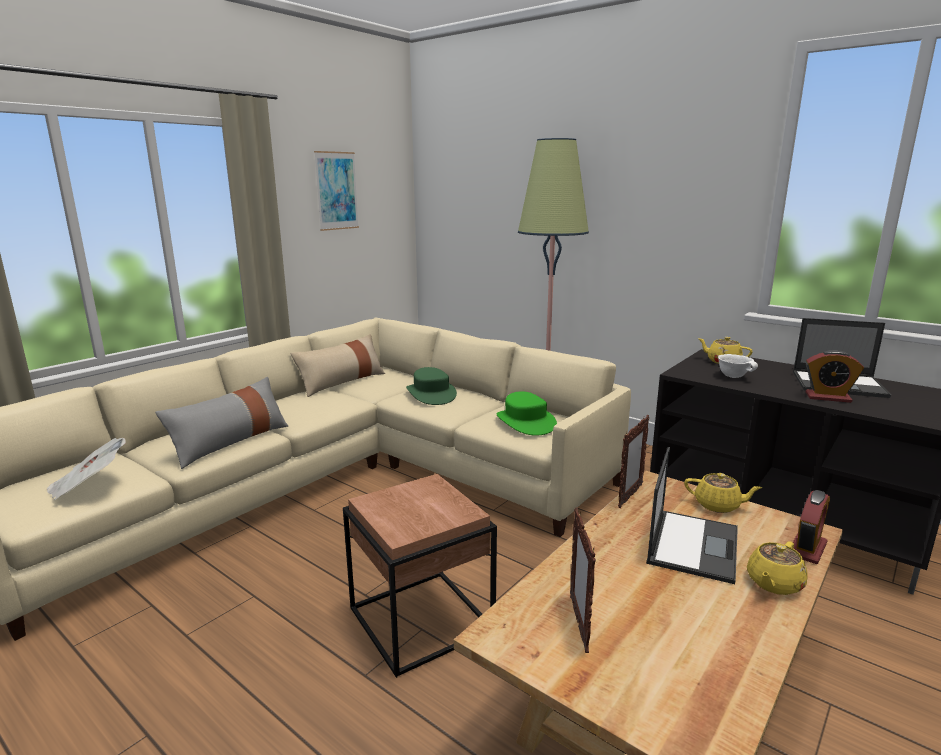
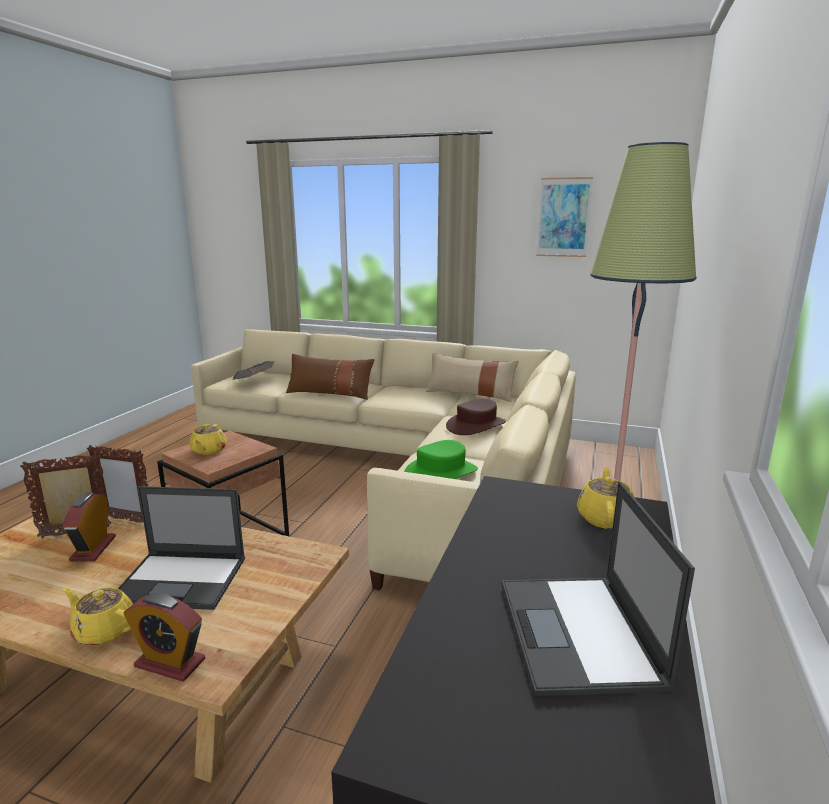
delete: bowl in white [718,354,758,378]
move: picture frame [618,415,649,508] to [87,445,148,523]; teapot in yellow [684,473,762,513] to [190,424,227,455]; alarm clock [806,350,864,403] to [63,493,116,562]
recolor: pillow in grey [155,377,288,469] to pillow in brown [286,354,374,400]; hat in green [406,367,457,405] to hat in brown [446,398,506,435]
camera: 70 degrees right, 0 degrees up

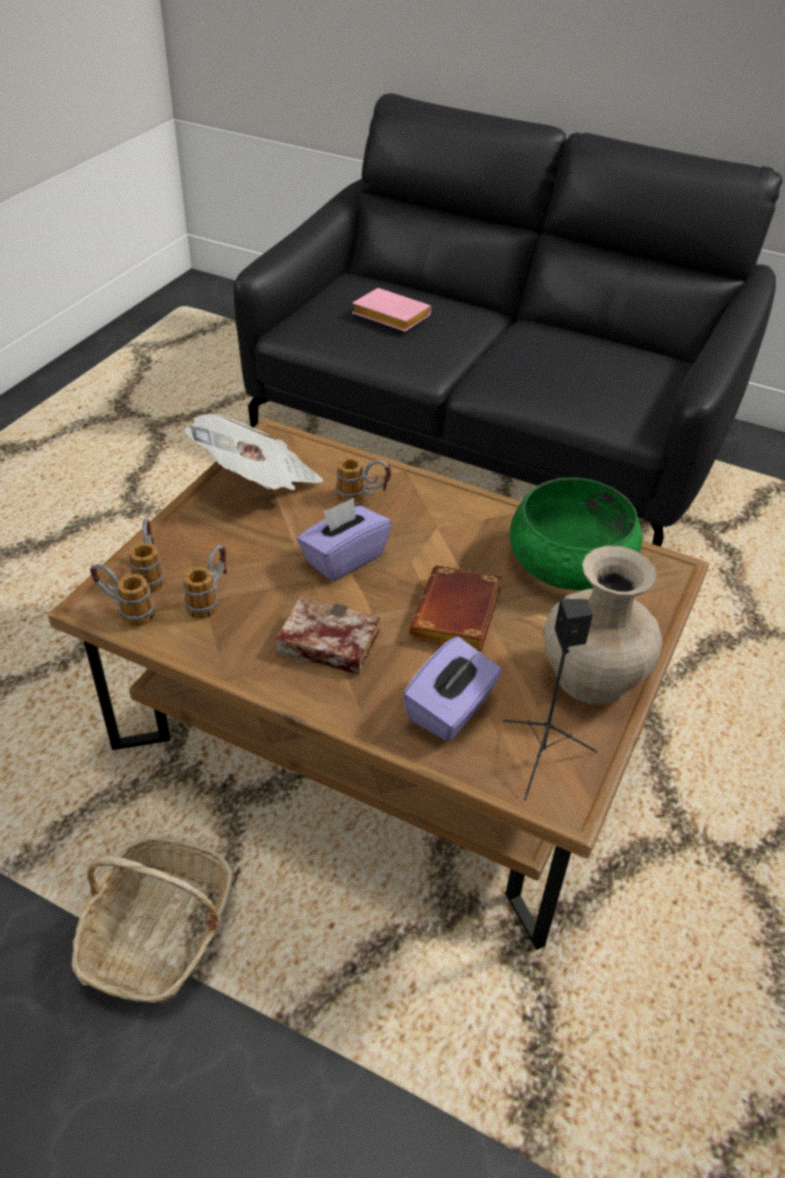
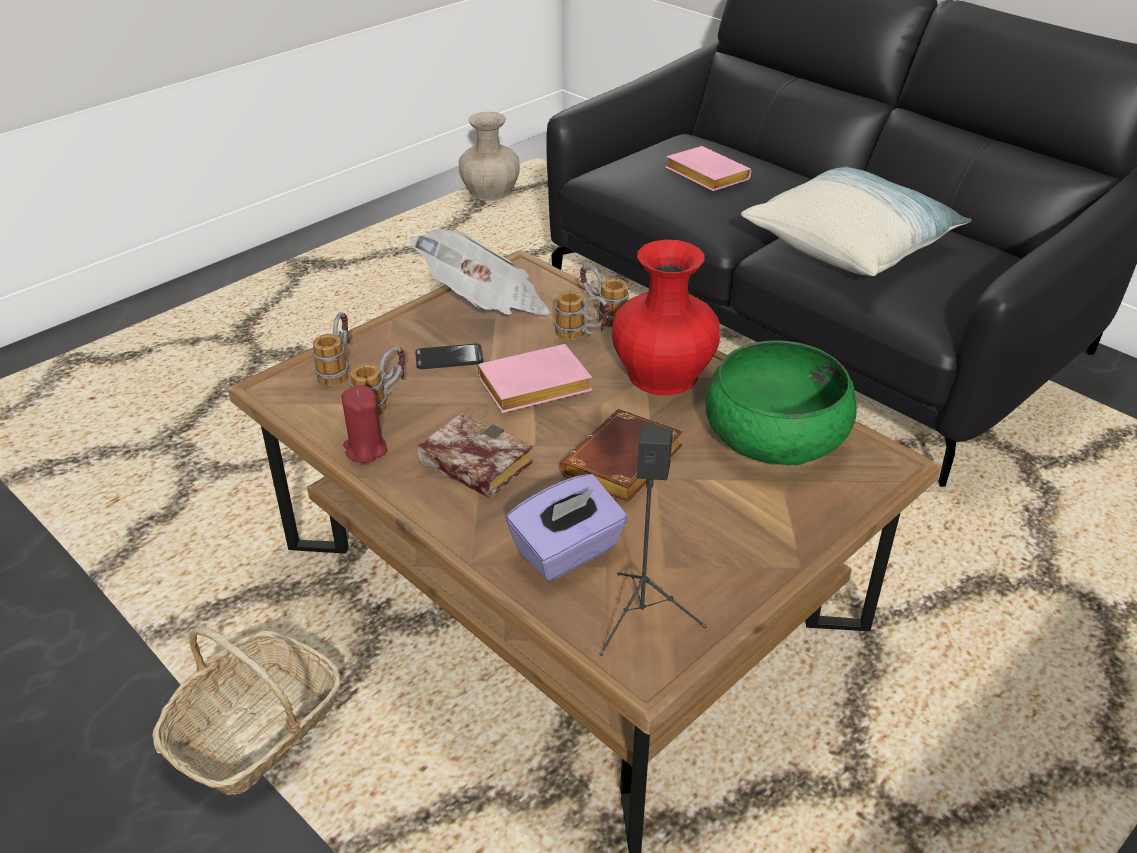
insert: candle in red [341,385,387,463]; phone [415,344,483,369]; vase in red [612,239,720,395]; pillow [741,167,972,276]
move: mug [90,564,155,627] to [580,264,629,328]; vase in beige [543,546,663,704] to [459,112,520,201]
replace: tissue box in purple [297,497,392,581] to book in pink [478,344,592,413]
camera: 20 degrees right, 5 degrees down

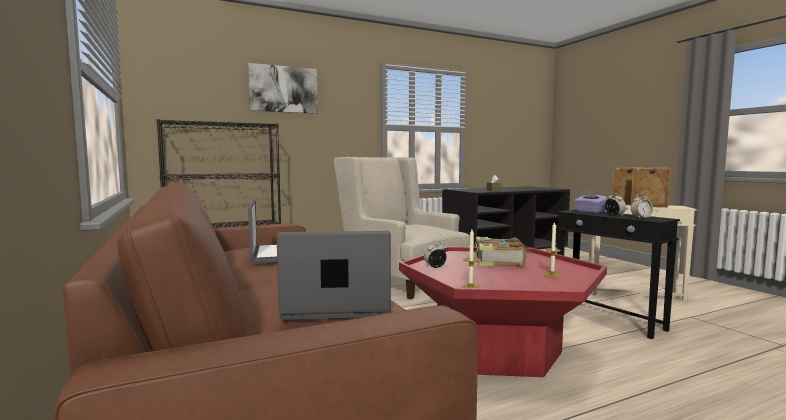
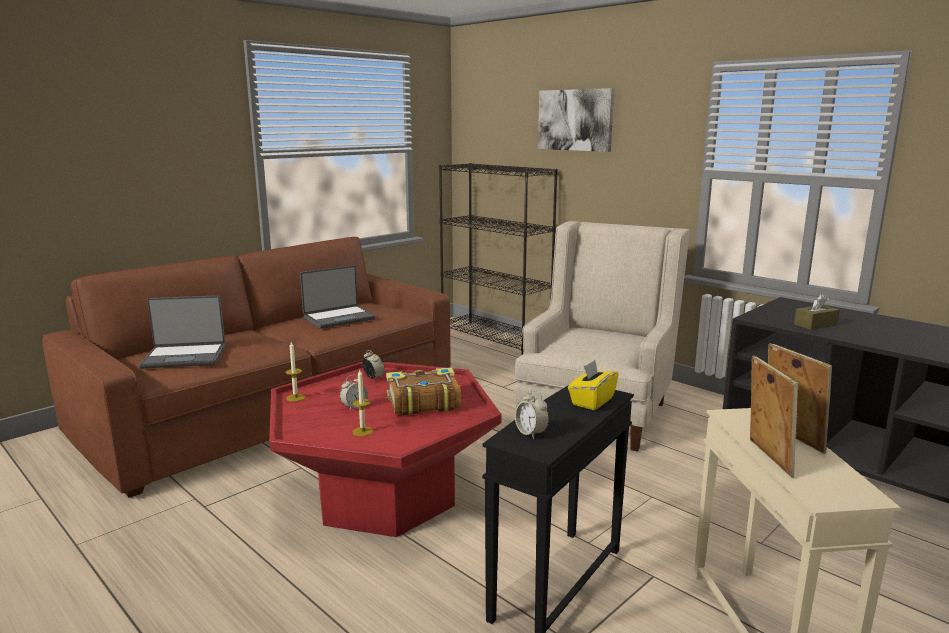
move: alarm clock [605,192,626,216] to [340,375,368,411]
recolor: tissue box in purple [574,190,607,213] to tissue box in yellow [568,360,619,410]
rotate: laptop [277,231,391,320] = [139,295,225,369] 105 degrees clockwise
camera: 70 degrees right, 10 degrees up

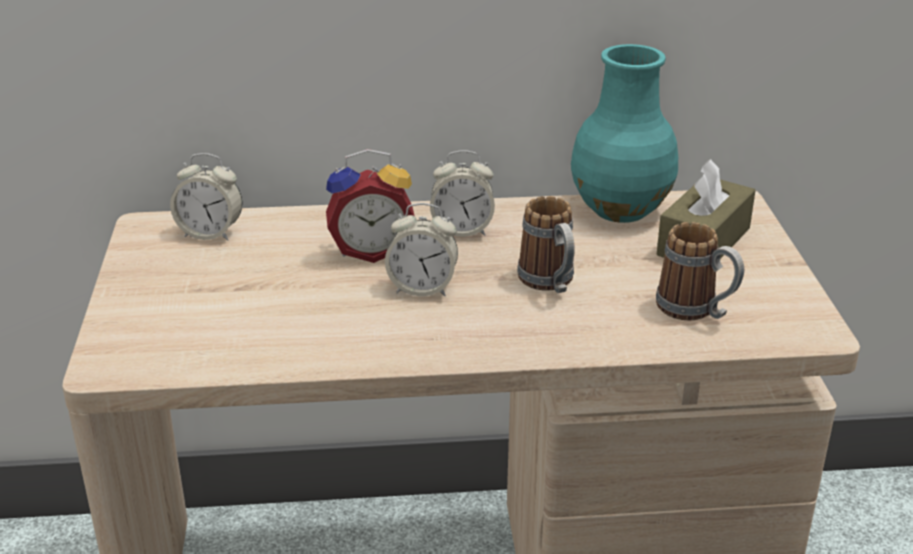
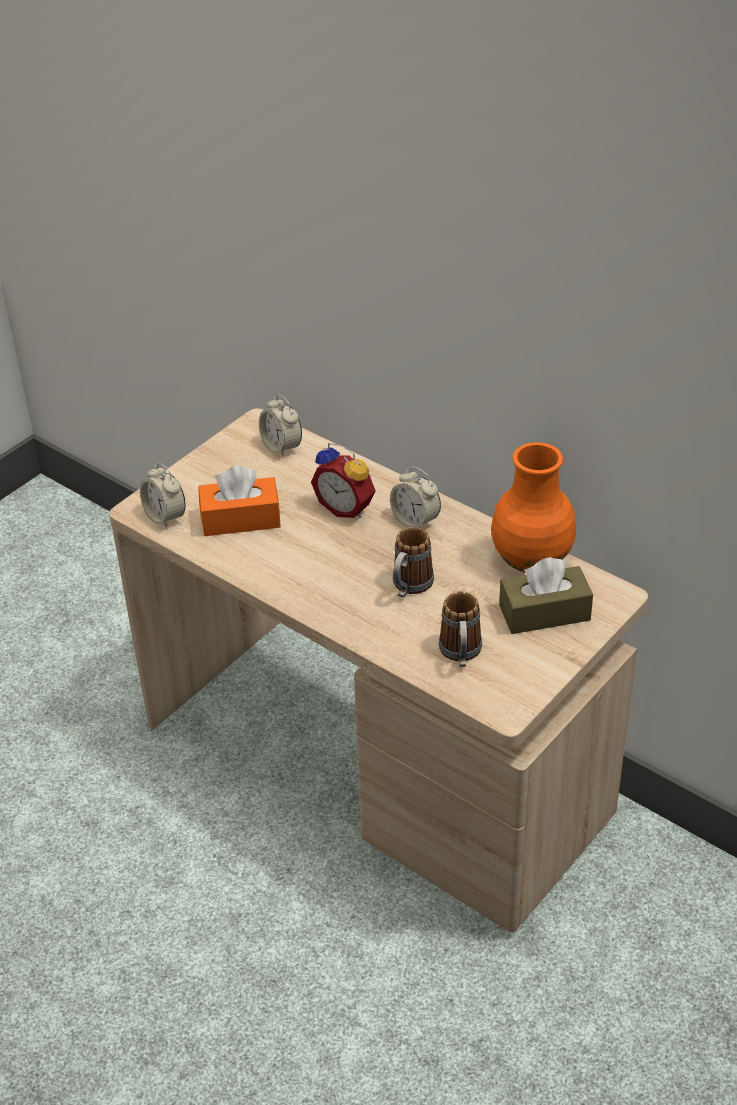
insert: tissue box in orange [198,465,281,536]
move: alarm clock [385,203,458,296] to [140,463,186,529]
recolor: vase in turquoise [571,44,678,223] to vase in orange [491,442,576,573]
camera: 45 degrees right, 10 degrees up

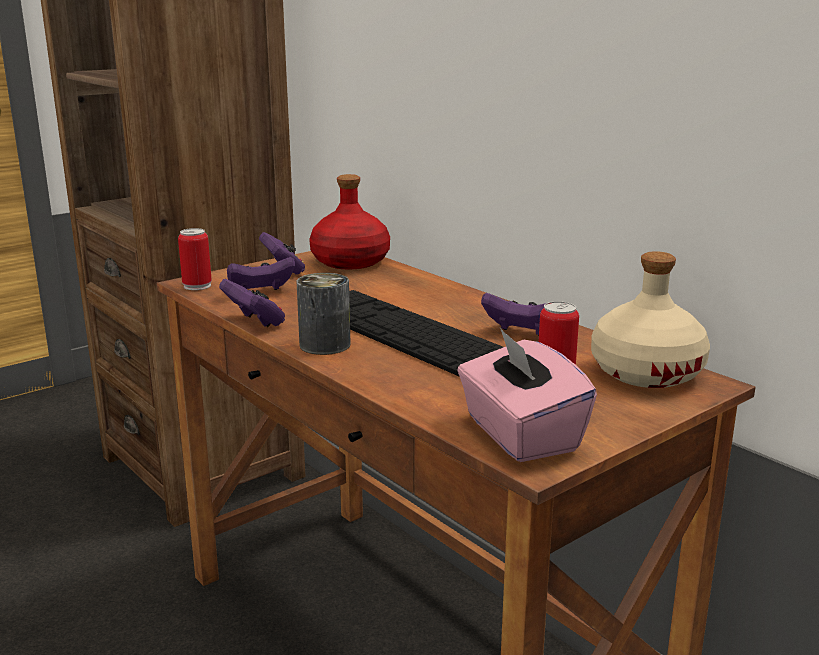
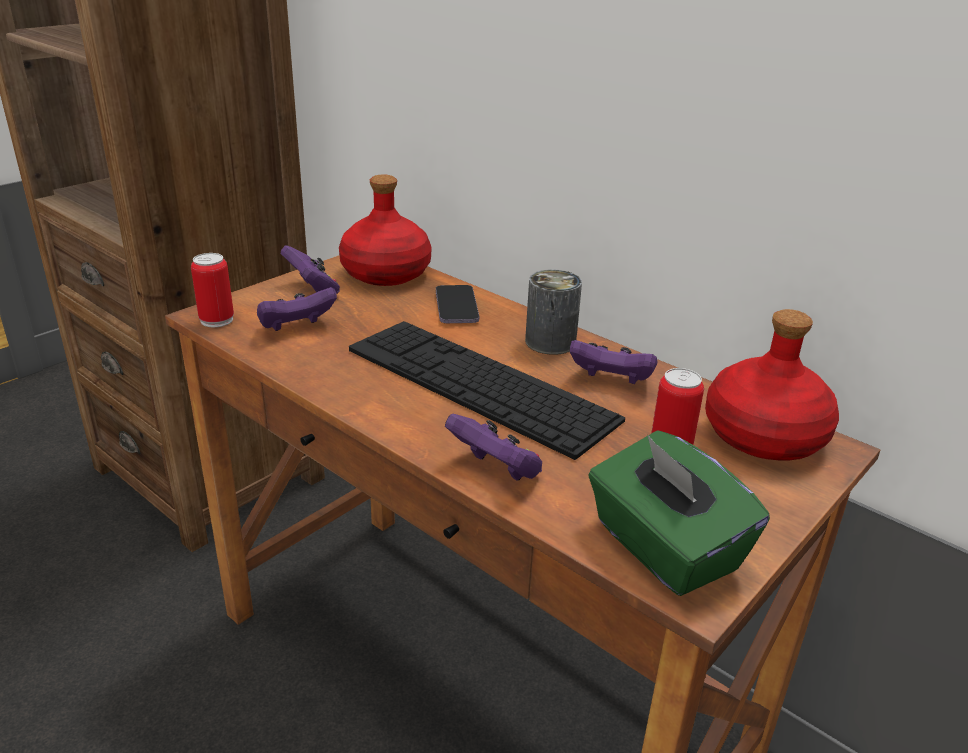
insert: phone [436,285,479,323]
move: game controller in purple [219,279,285,327] to [445,414,542,481]; can [297,273,351,355] to [525,269,582,355]
recolor: tissue box in pink [457,328,597,462] to tissue box in green [588,430,770,596]; bottle in beige [591,251,710,388] to bottle in red [705,309,839,460]
camera: 10 degrees left, 10 degrees up

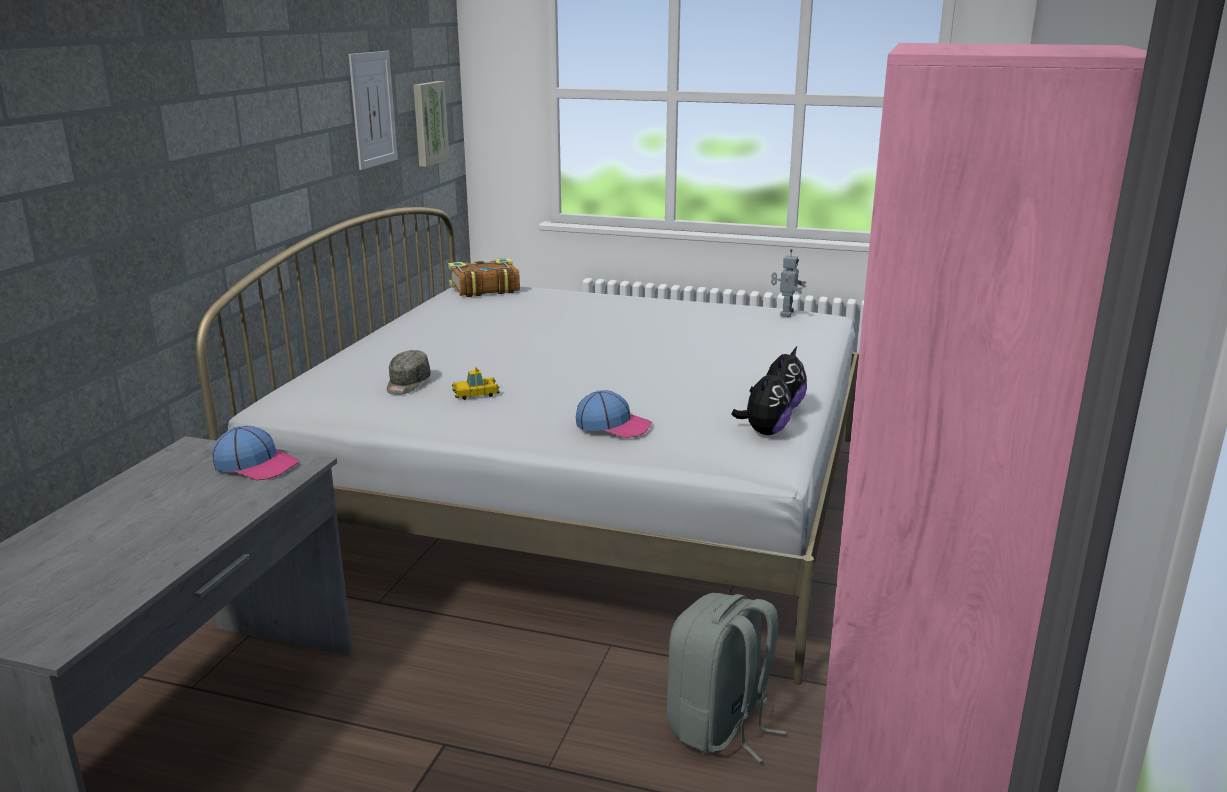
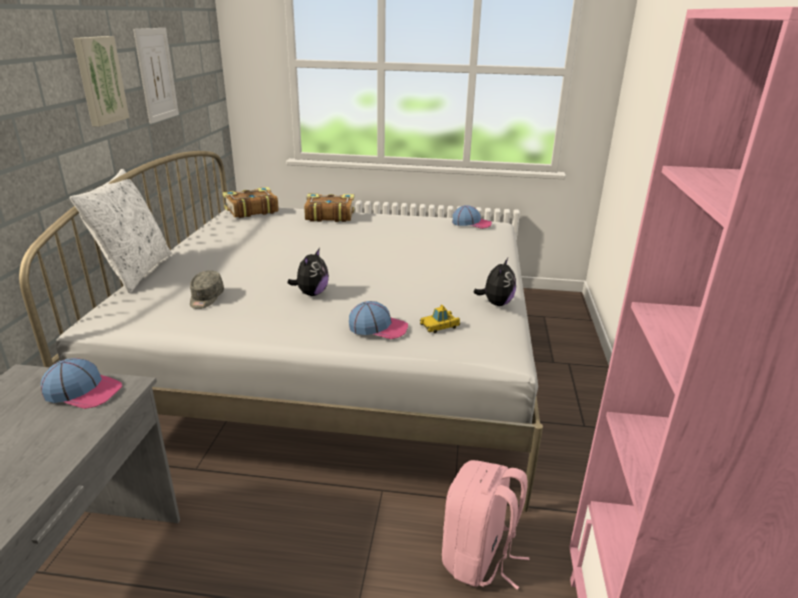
insert: pillow in white [70,169,172,293]; book [304,194,354,222]
move: picture [414,81,449,167] to [73,36,129,127]; toy car [452,367,499,400] to [420,304,460,333]; plush toy [731,366,792,435] to [287,248,329,296]
replace: toy robot [771,249,806,317] to cap [452,205,492,229]
recolor: backpack in grey [667,593,786,763] to backpack in pink [442,460,529,590]
camera: 10 degrees left, 5 degrees up

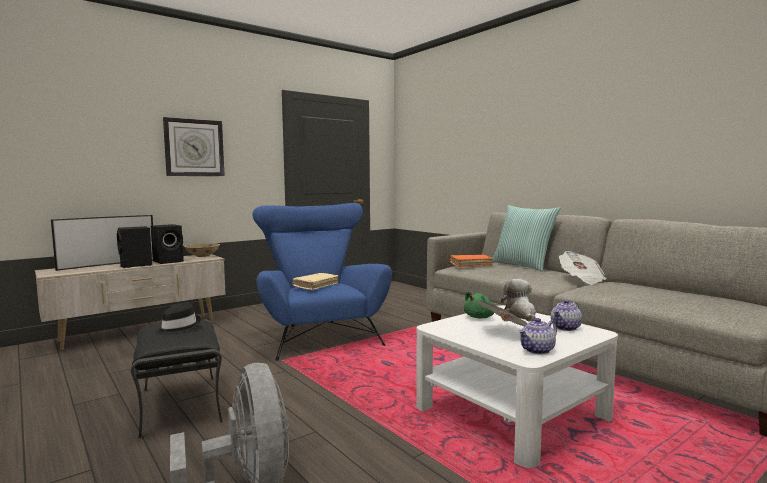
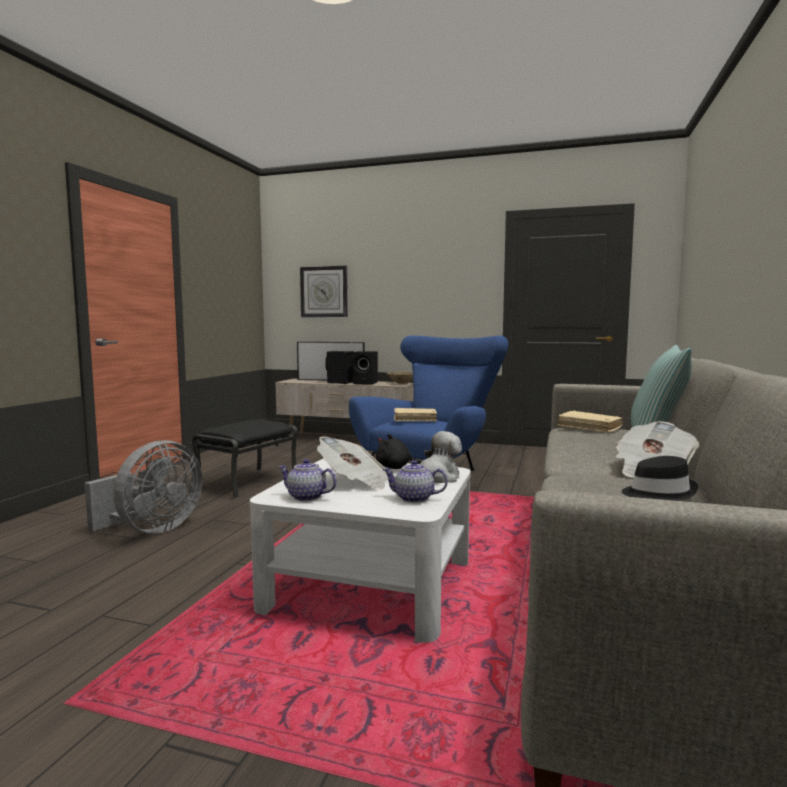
move: hat in black [155,303,201,335] to [622,456,698,501]; wall clock [163,117,225,176] to [300,266,348,317]
recolor: book in orange [450,255,493,267] to book in beige [558,411,623,433]; plush toy in green [464,291,494,318] to plush toy in black [376,434,422,469]
camera: 55 degrees right, 0 degrees up

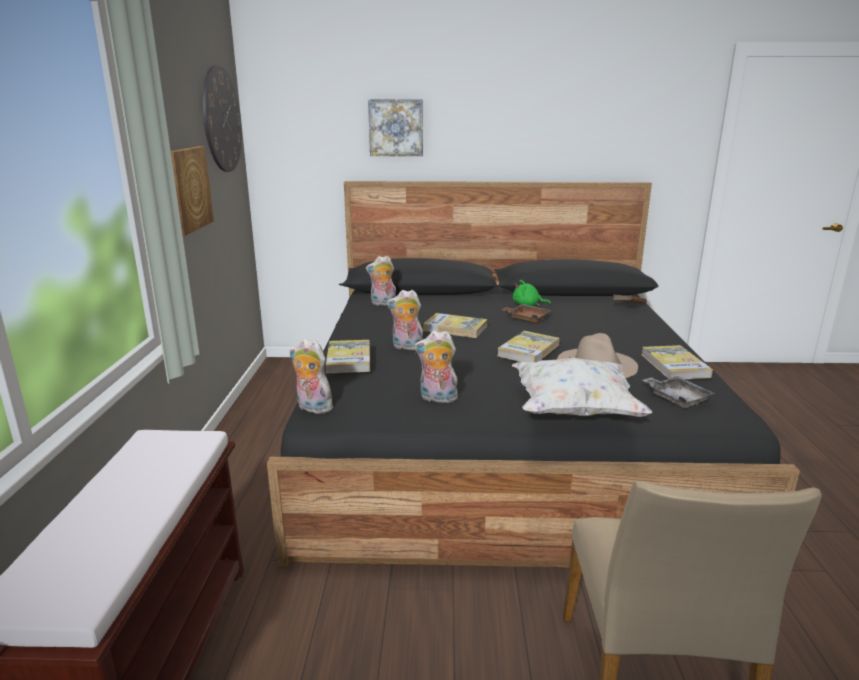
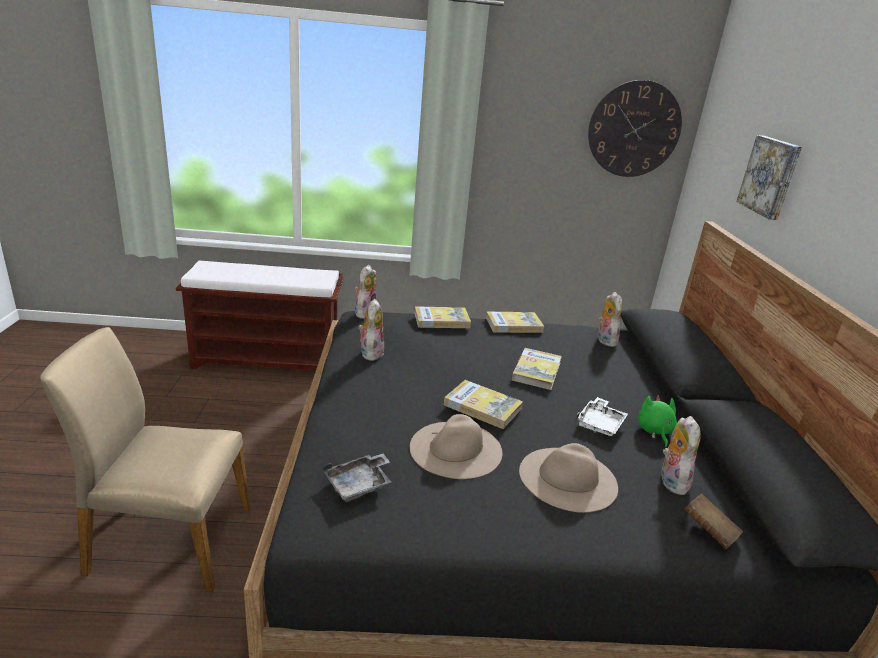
delete: picture [171,146,214,236]; pillow in white [512,358,652,417]
insert: hat in beige [519,443,618,513]
move: plush toy [387,290,423,350] to [661,416,701,495]; book [641,345,713,379] to [486,312,544,333]
recolor: tray in brown [501,304,551,323] to tray in white [576,397,628,436]
camera: 85 degrees right, 5 degrees up

